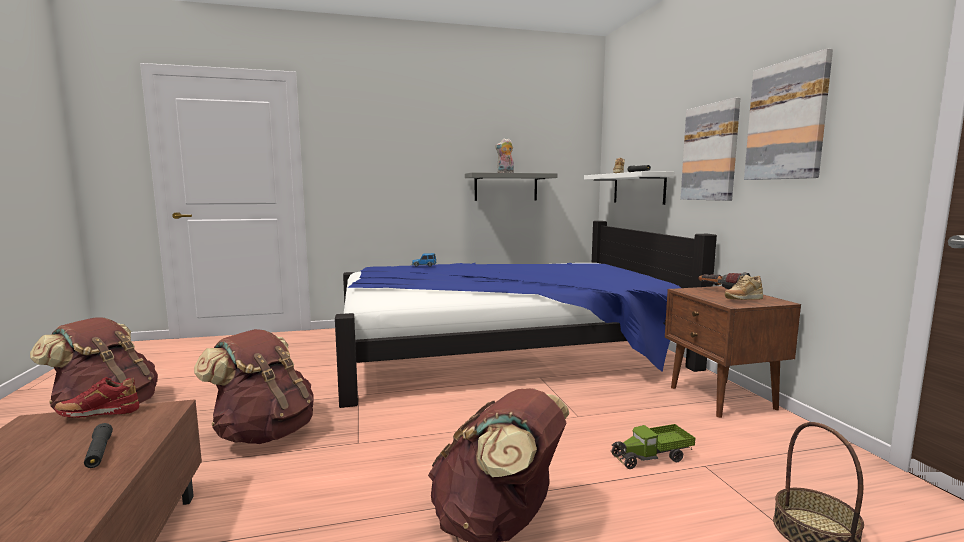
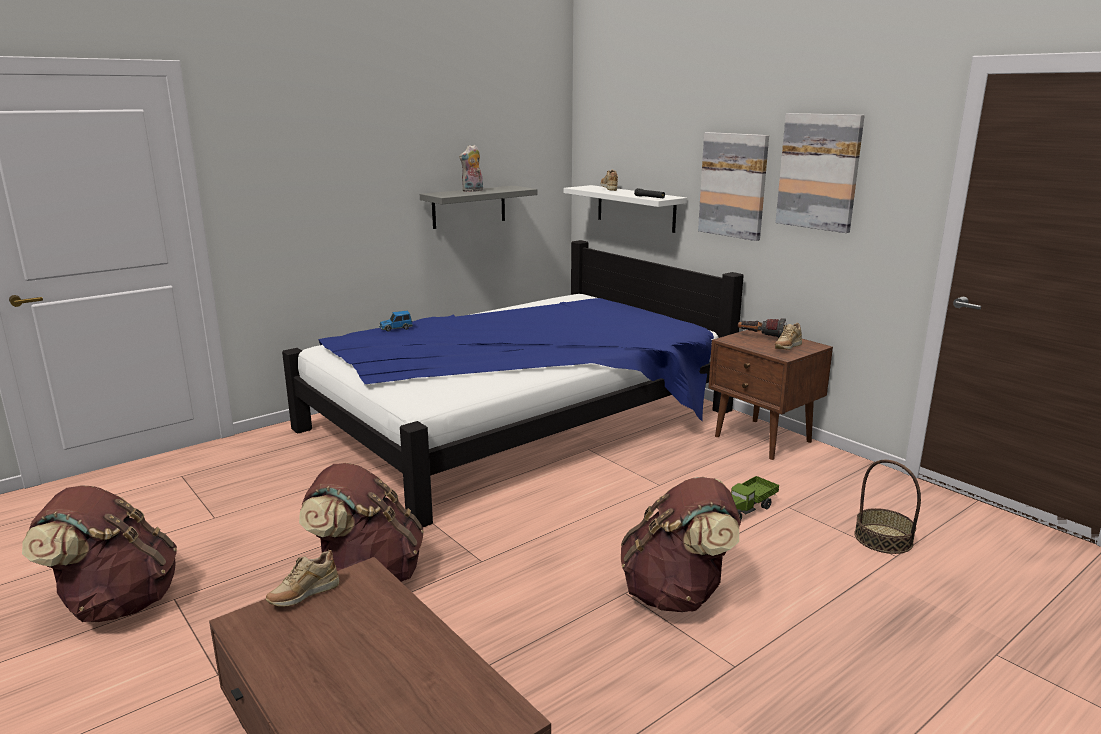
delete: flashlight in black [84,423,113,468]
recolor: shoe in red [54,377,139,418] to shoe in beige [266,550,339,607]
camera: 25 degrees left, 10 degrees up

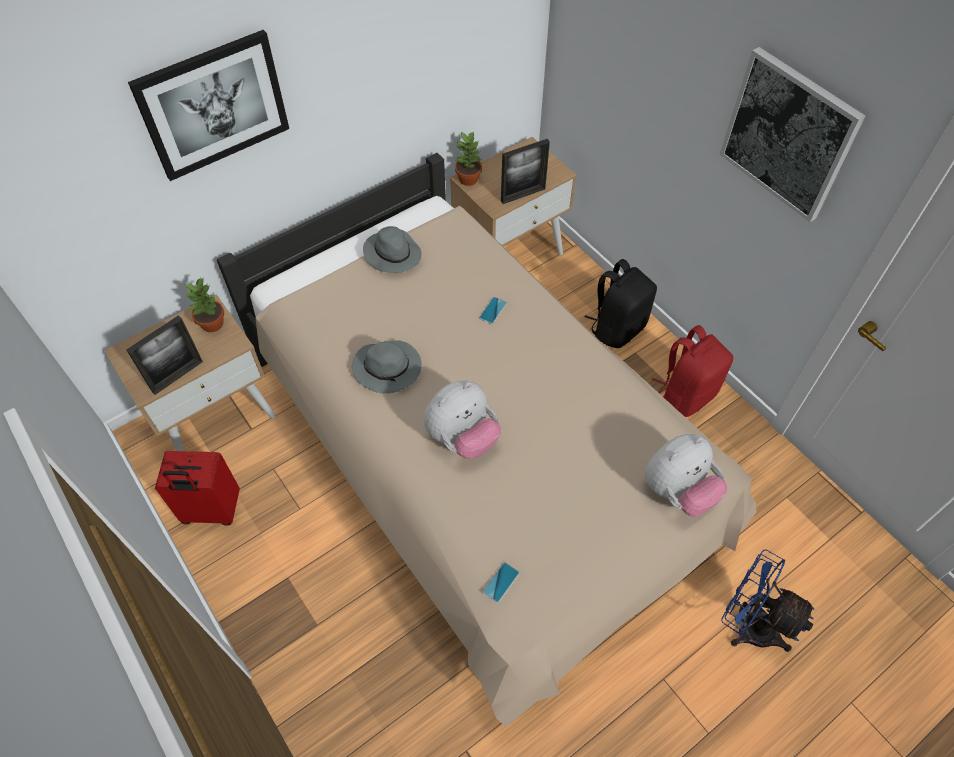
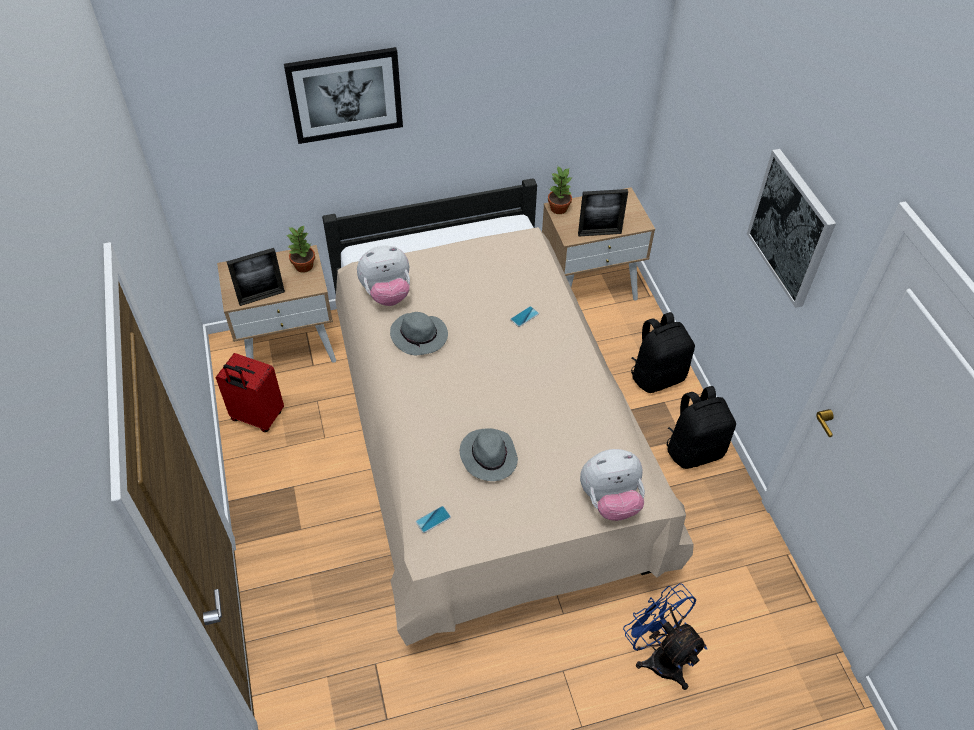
move: hat in grey [363,226,422,273] to [460,428,518,481]; plush toy [424,380,501,459] to [357,245,410,306]
recolor: backpack in red [652,325,733,417] to backpack in black [666,386,736,469]
camera: 20 degrees right, 5 degrees down

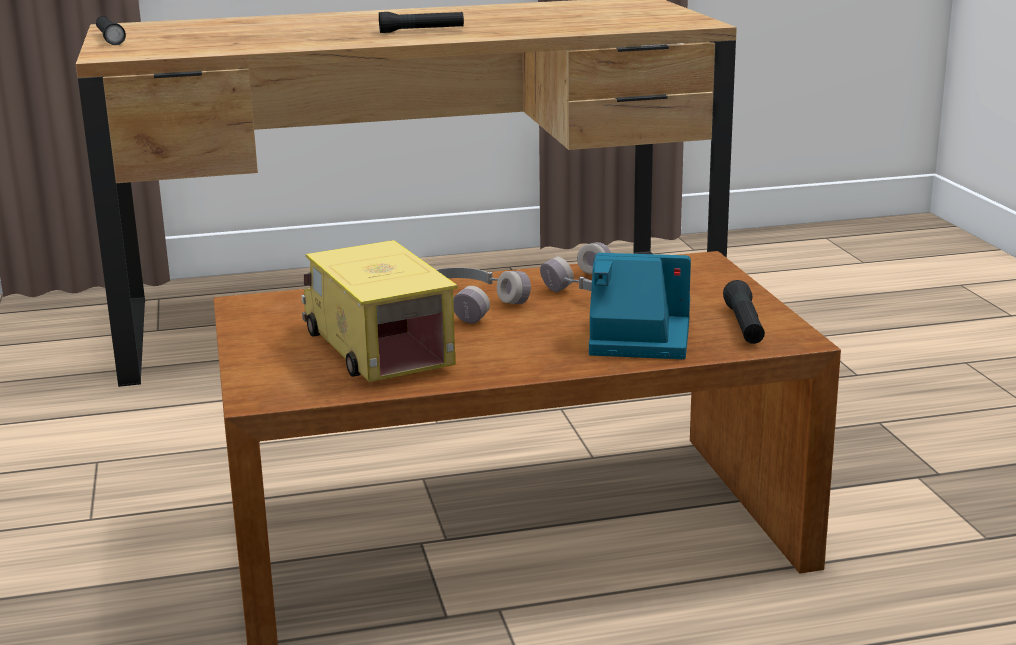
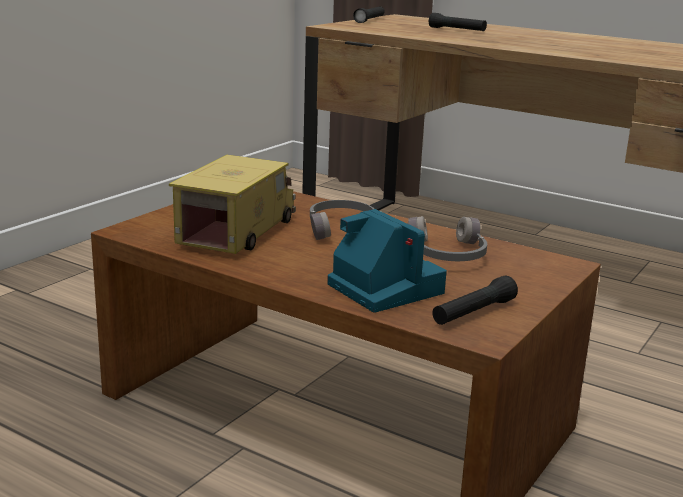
move: flashlight in black [379,12,464,33] to [429,13,487,31]
camera: 45 degrees right, 0 degrees up

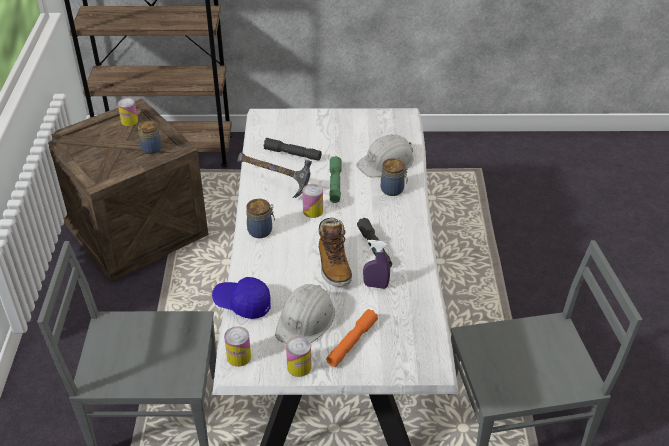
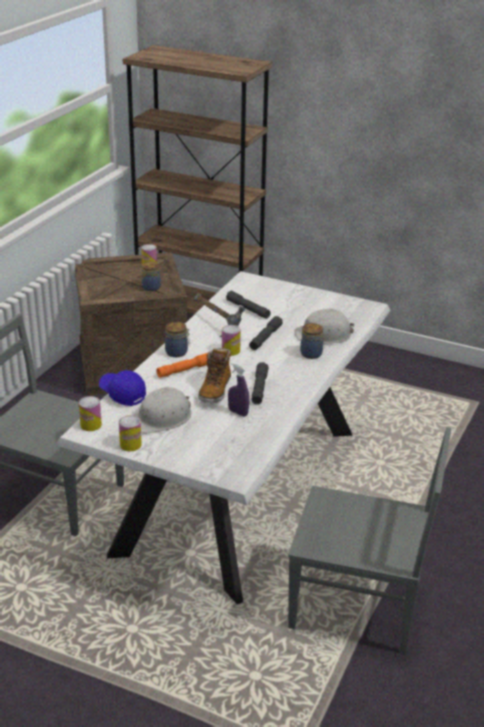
move: flashlight in orange [326,309,378,367] to [156,353,208,378]
recolor: flashlight in green [329,156,342,203] to flashlight in grey [249,316,283,350]
camera: 25 degrees right, 10 degrees down

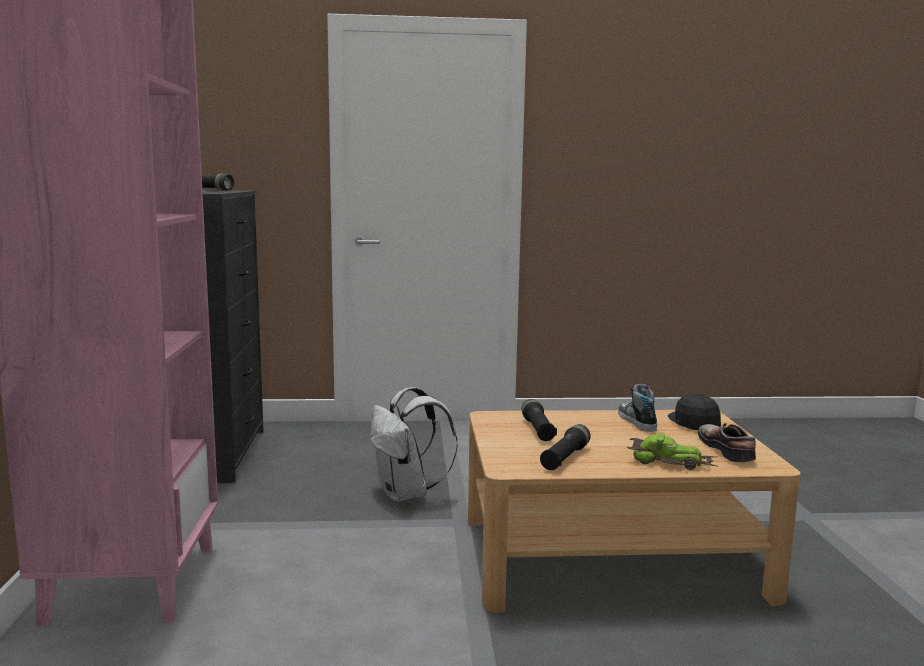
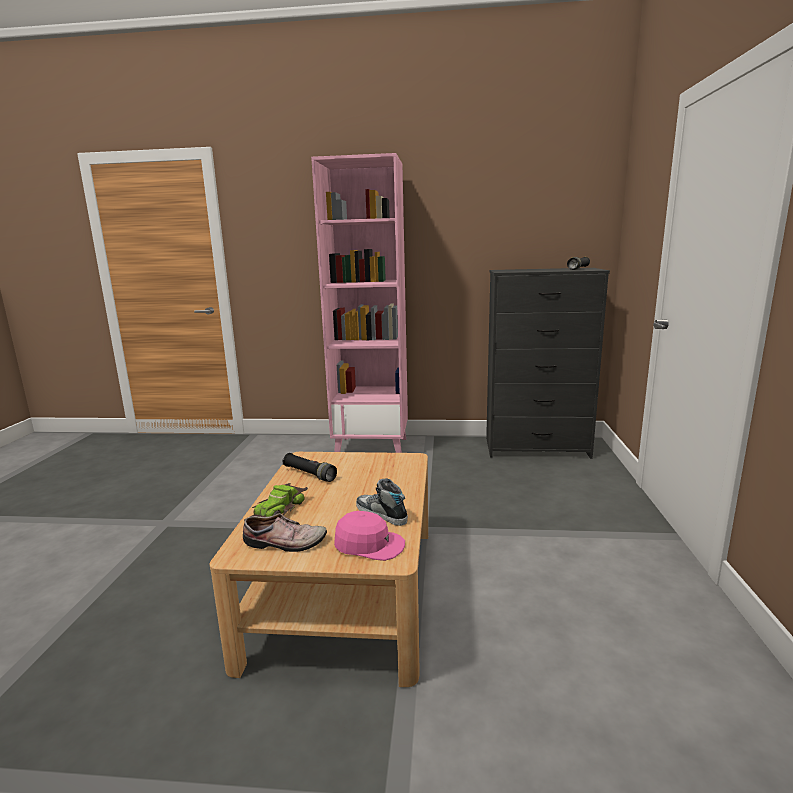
delete: backpack in white [370,387,458,502]; flashlight in black [521,399,557,441]
recolor: cap in black [668,394,721,430] to cap in pink [334,511,405,561]
rotate: shoe [618,384,657,432] = [356,478,408,526] 135 degrees counterclockwise
camera: 100 degrees right, 5 degrees up

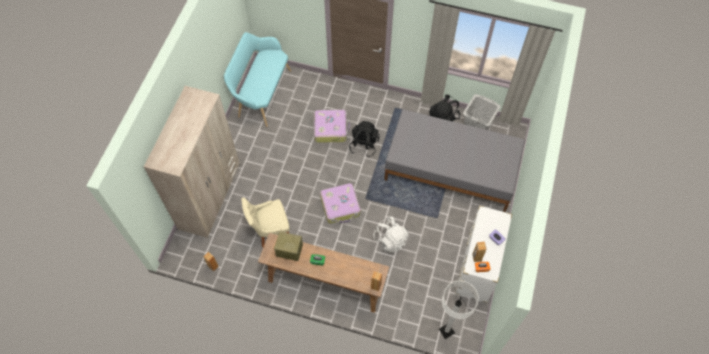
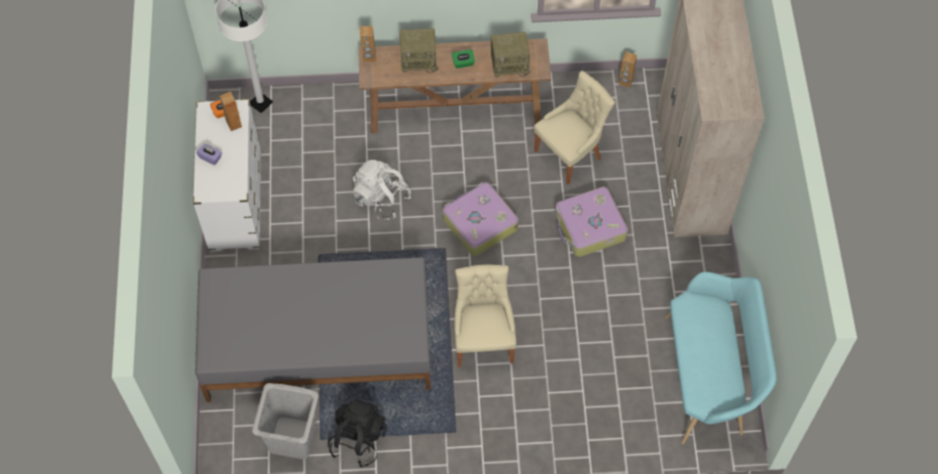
insert: radio [399,28,438,73]
move: suitcase [314,110,350,143] to [555,187,628,257]
replace: backpack in black [349,121,380,157] to chair in beige [455,265,516,367]
camera: 160 degrees right, 0 degrees up

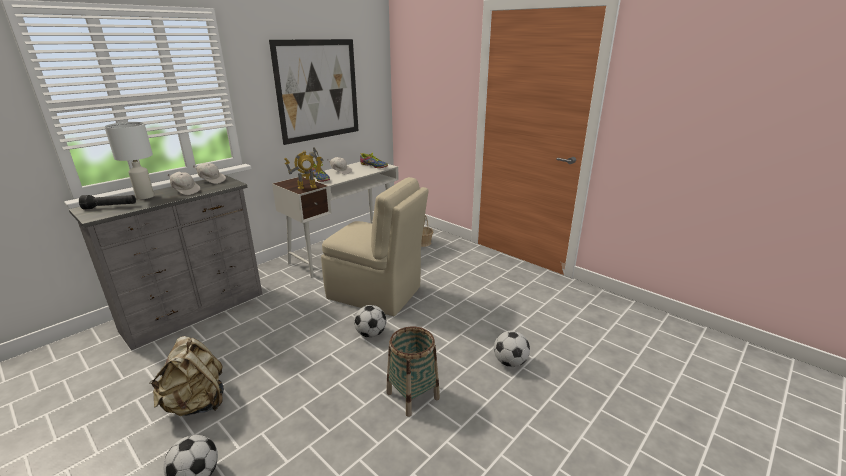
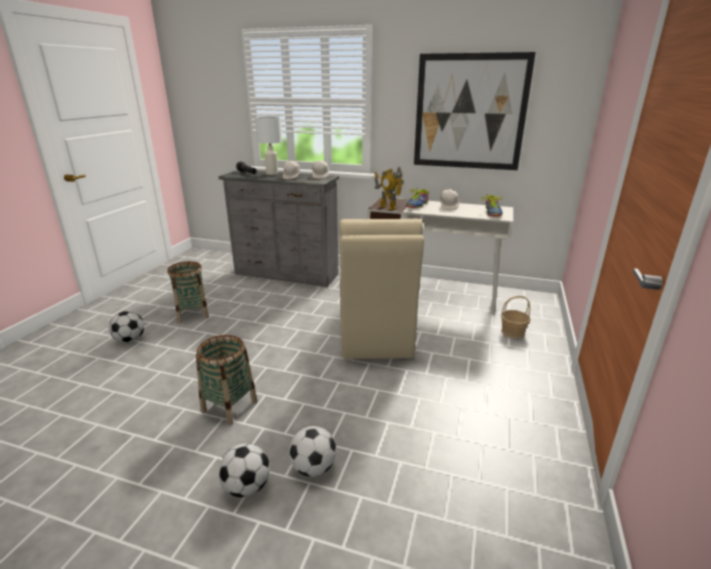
move: football [354,305,386,338] to [219,443,270,497]
replace: backpack in beige [149,336,224,416] to basket [167,261,209,323]
camera: 65 degrees right, 0 degrees up

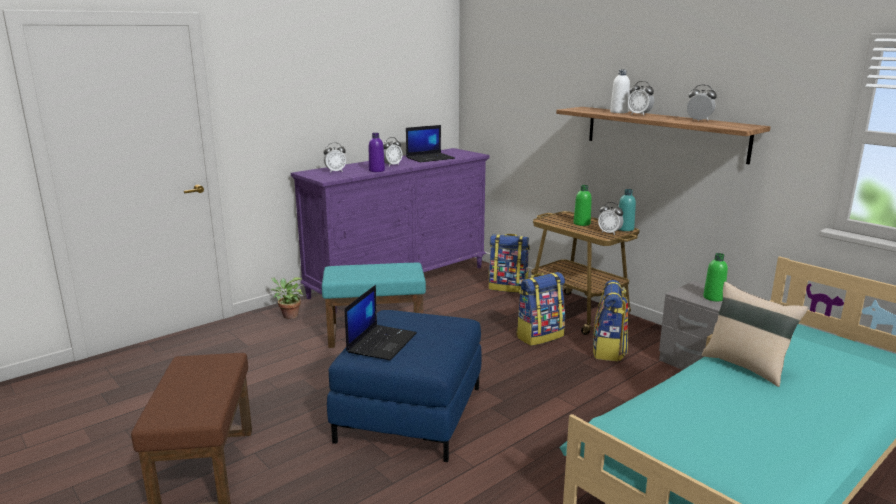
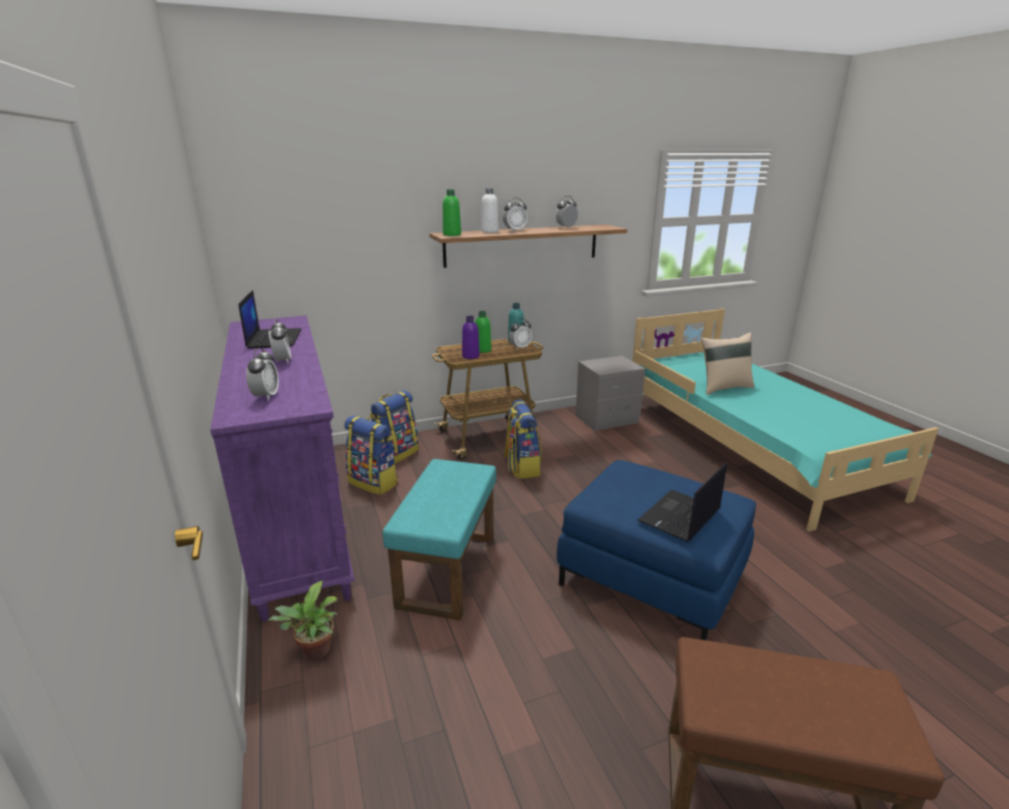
move: bottle in purple [369,133,385,172] to [462,316,480,359]; backpack [593,280,628,361] to [344,416,398,495]; bottle in green [703,253,728,301] to [443,189,461,236]
rotate: laptop [345,285,417,360] = [637,462,727,542] 90 degrees counterclockwise
camera: 70 degrees left, 5 degrees up

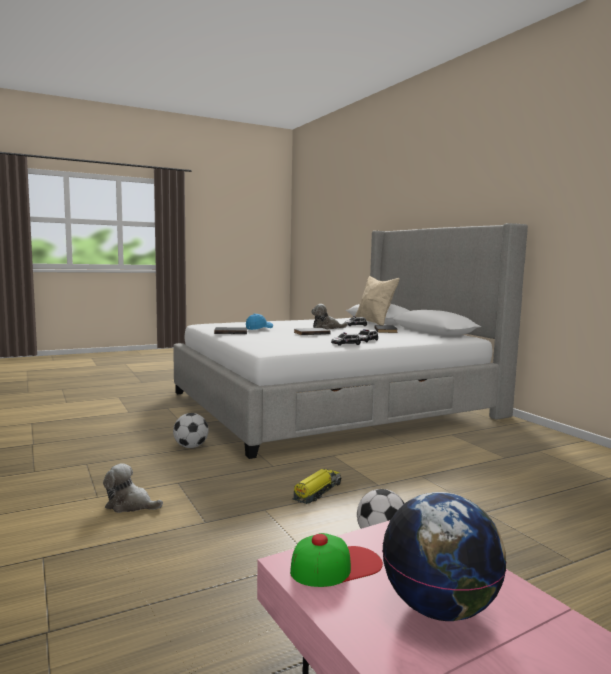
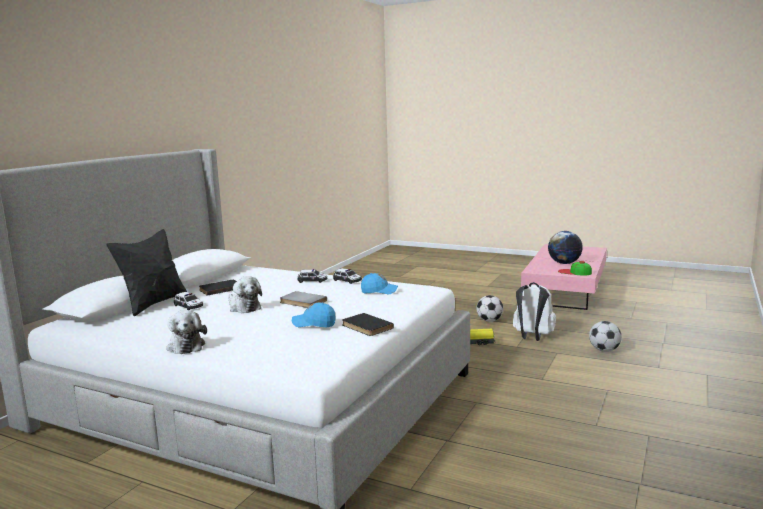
insert: cap in blue [361,273,398,295]; backpack in white [513,282,556,341]
move: plush toy [103,464,163,513] to [166,310,207,354]; football [173,413,209,448] to [589,321,622,352]
recolor: pillow in beige [355,276,400,325] to pillow in black [107,229,187,316]
camera: 125 degrees left, 5 degrees up

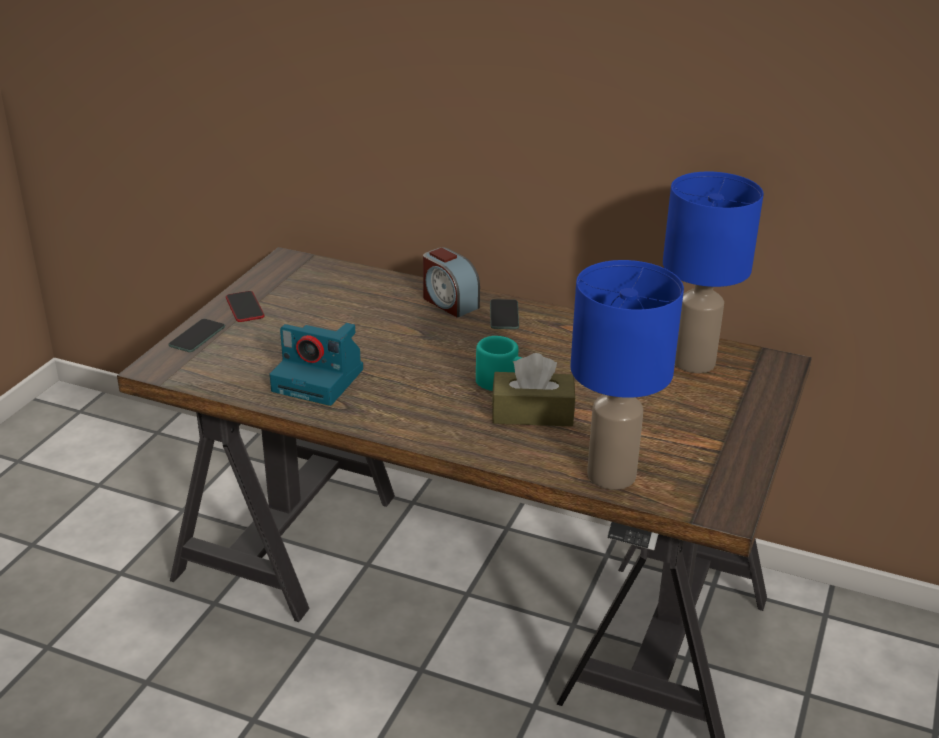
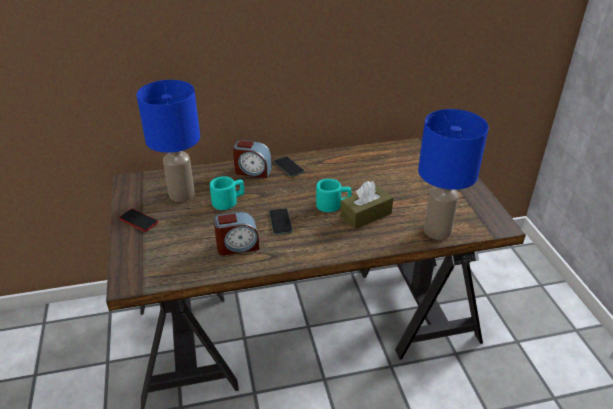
insert: mug in turquoise [210,176,244,210]
move: phone [169,319,225,352] to [269,208,293,235]; table lamp in blue [663,172,764,373] to [137,80,200,202]
replace: photo camera [269,323,363,406] to alarm clock [213,211,260,256]
camera: 35 degrees left, 5 degrees up

